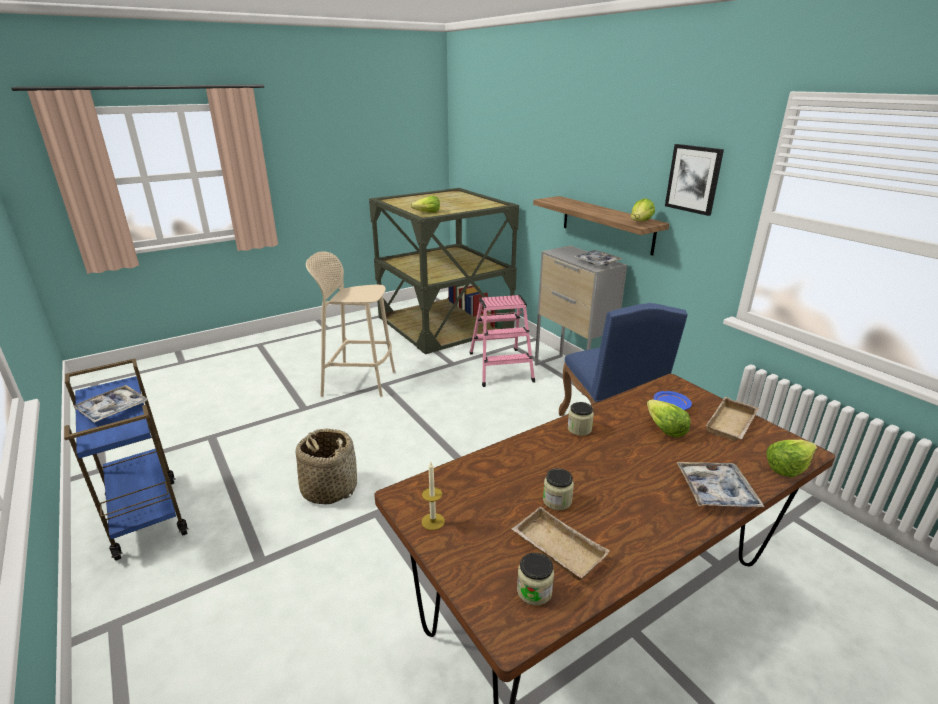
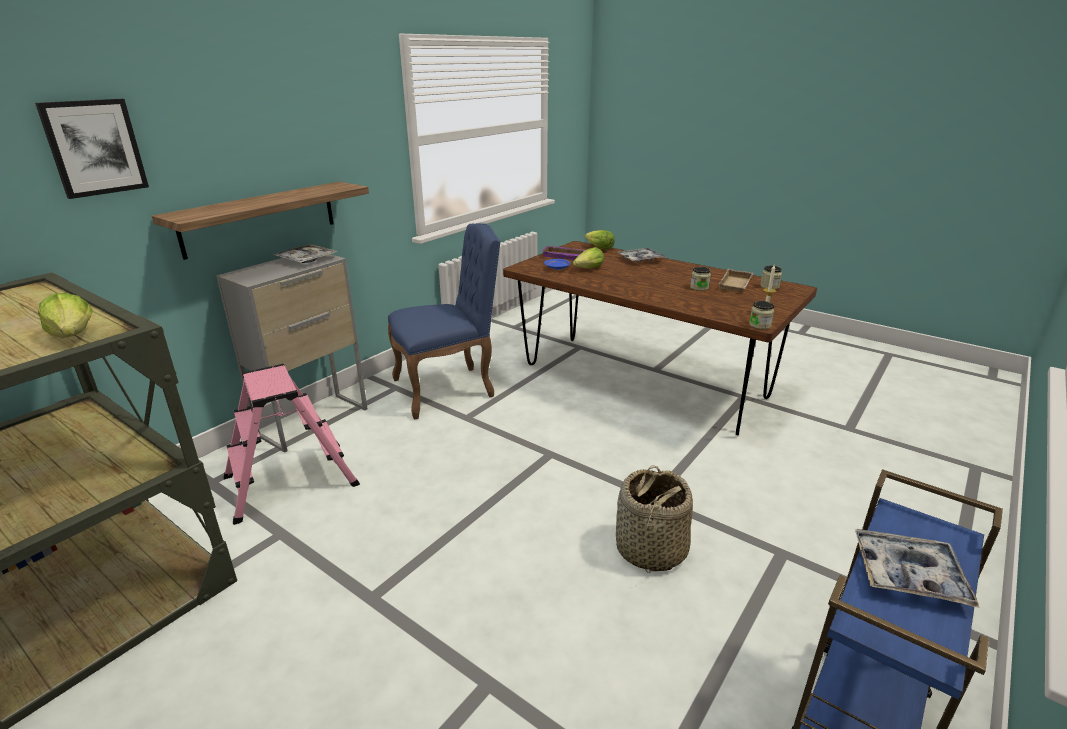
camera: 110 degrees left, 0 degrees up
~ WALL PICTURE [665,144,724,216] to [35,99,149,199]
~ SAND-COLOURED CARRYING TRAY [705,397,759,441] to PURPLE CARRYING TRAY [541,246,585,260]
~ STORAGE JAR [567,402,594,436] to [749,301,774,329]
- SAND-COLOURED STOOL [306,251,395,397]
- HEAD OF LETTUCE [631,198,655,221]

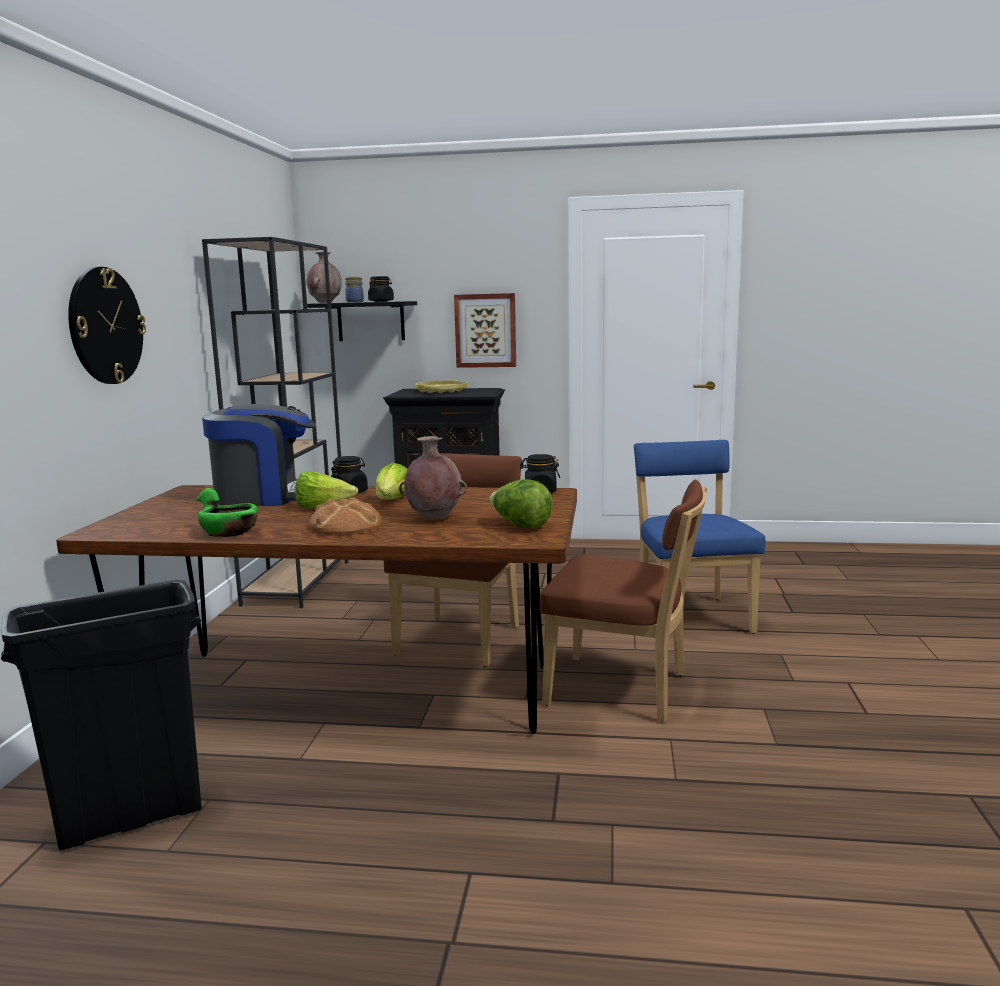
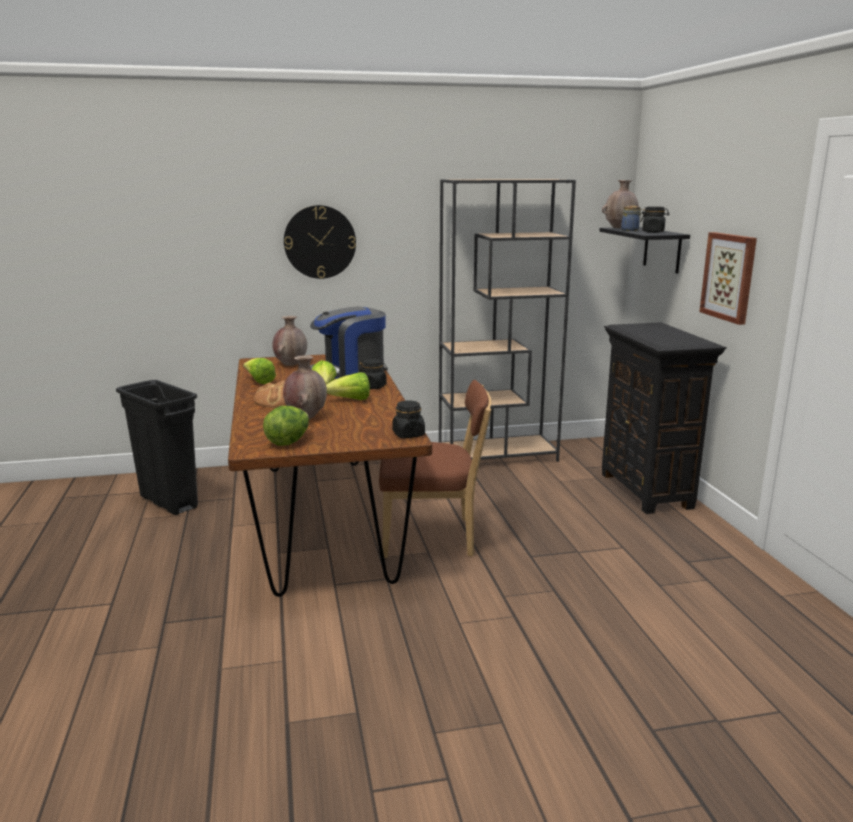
camera: 70 degrees right, 5 degrees up
~ GREEN BOWL [196,488,258,537] to HEAD OF LETTUCE [243,358,276,384]
+ BROWNISH DECORATIVE VASE [273,316,307,366]
~ COFFEE MACHINE [202,404,316,506] = [310,306,386,379] 90 degrees clockwise
- YELLOW-COLOURED CARRYING TRAY [415,380,467,393]
- BROWNISH CHAIR [539,480,707,723]
- BLUISH CHAIR [634,440,765,634]

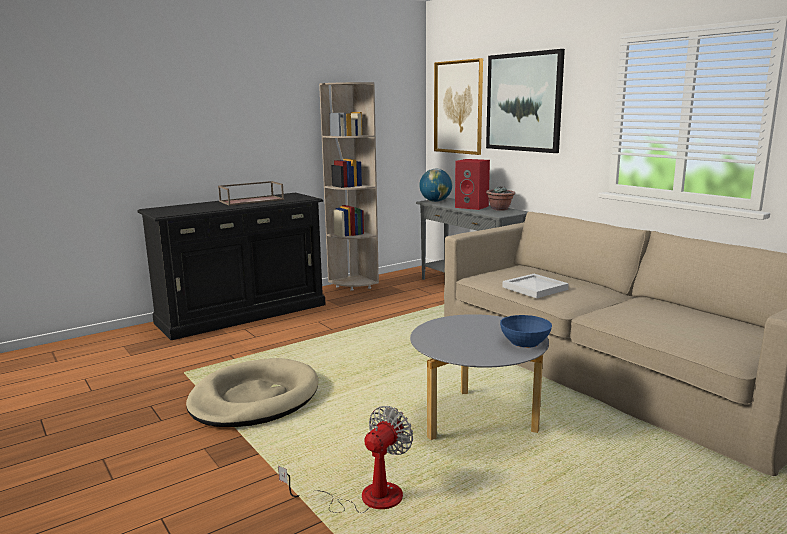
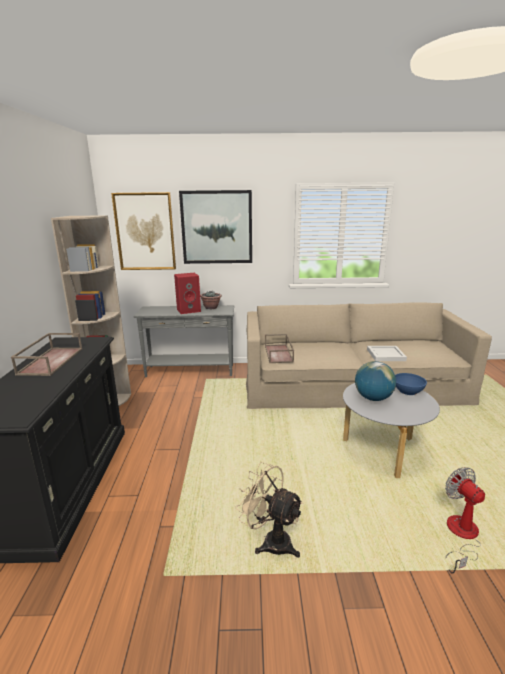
camera: 55 degrees left, 5 degrees up
~ SAND-COLOURED PET BED [186,358,318,427] to SAND-COLOURED FAN [235,462,303,558]
+ BROWNISH CARRYING TRAY [265,334,294,363]
~ GLOBE [419,169,452,202] to [355,361,396,401]
~ WHITE CARRYING TRAY [502,274,569,298] to [367,346,407,361]

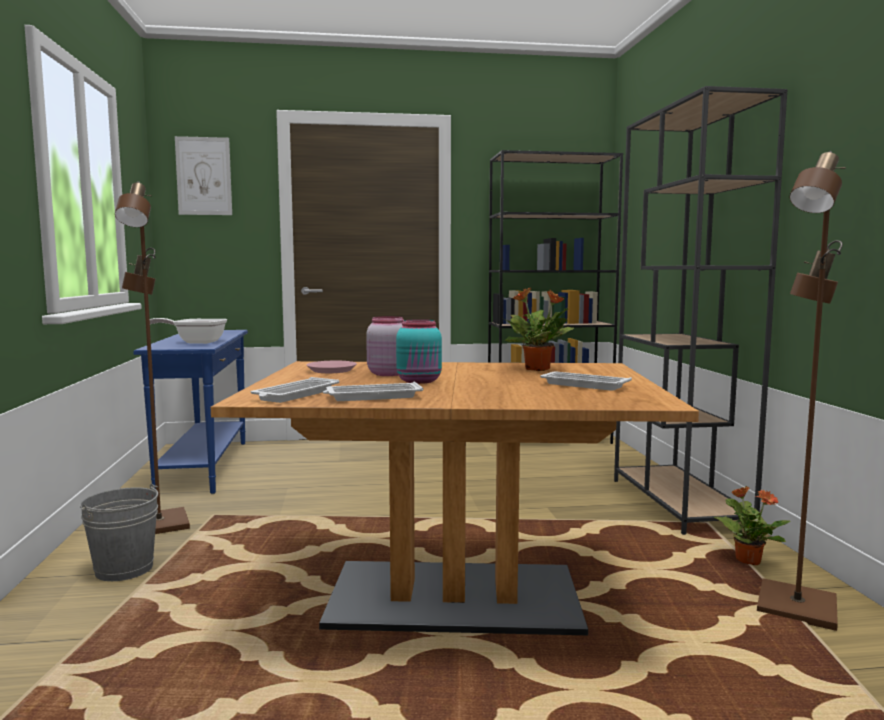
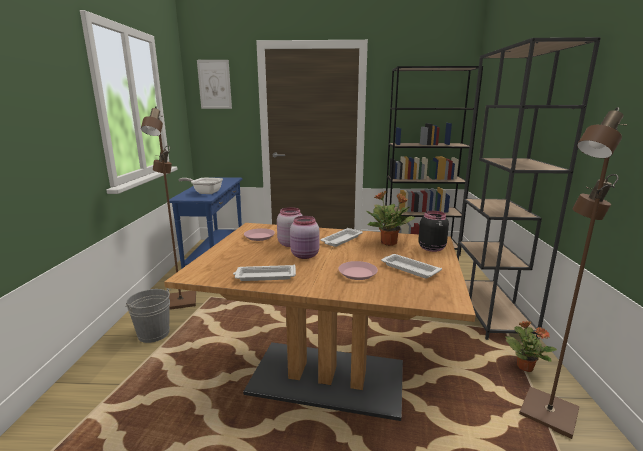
camera: 10 degrees right, 10 degrees up
~ TURQUOISE STORAGE JAR [396,319,442,384] to PINKISH STORAGE JAR [290,216,319,259]
~ WHITE CARRYING TRAY [250,377,339,403] to [320,228,363,247]
+ PINKISH DINNER PLATE [338,261,378,280]
+ BLACK-COLOURED STORAGE JAR [418,211,449,252]

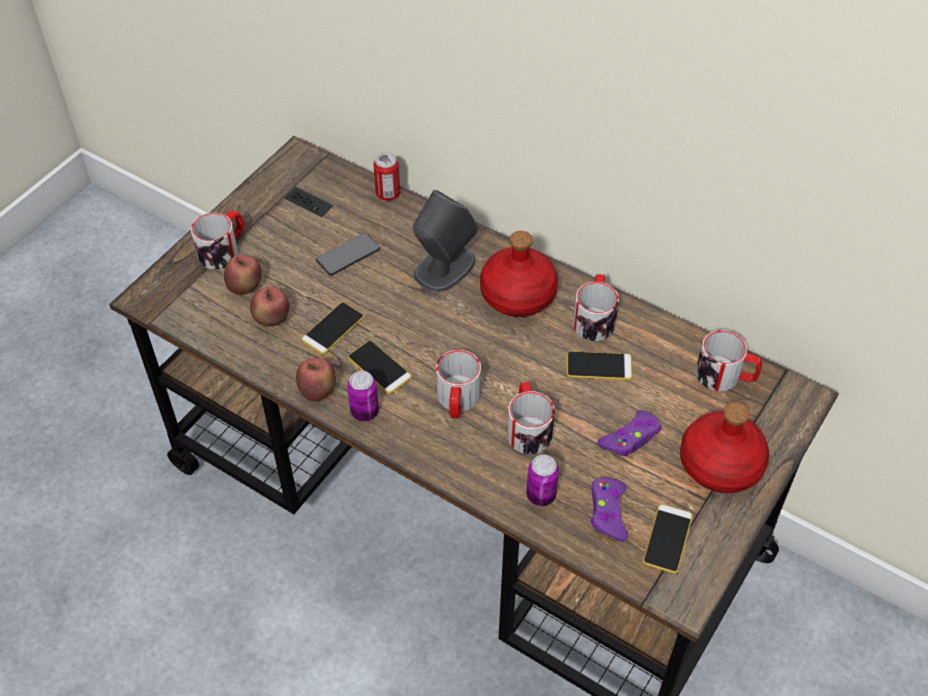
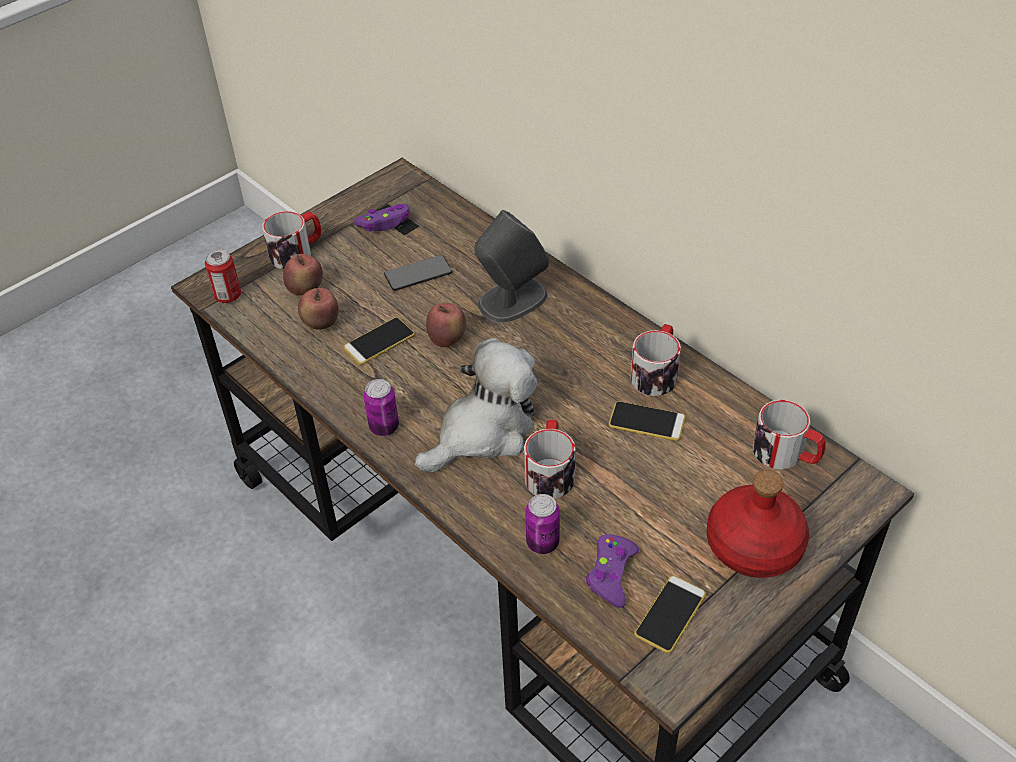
camera: 15 degrees right, 5 degrees down
~ CAN [373,153,400,201] to [205,249,241,303]
~ PURPLE GAME CONTROLLER [597,410,661,456] to [353,204,410,232]
~ TEA MUG [436,350,481,418] to CUDDLY TOY [415,338,537,472]
~ APPLE [296,358,336,402] to [426,303,466,347]
- TELEPHONE [348,340,412,394]
- RED DRINK BOTTLE [480,231,558,317]

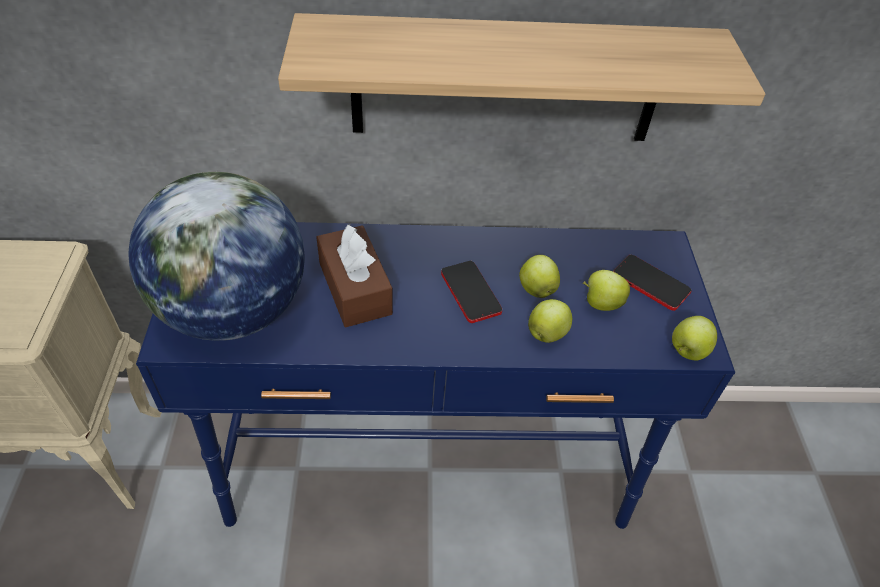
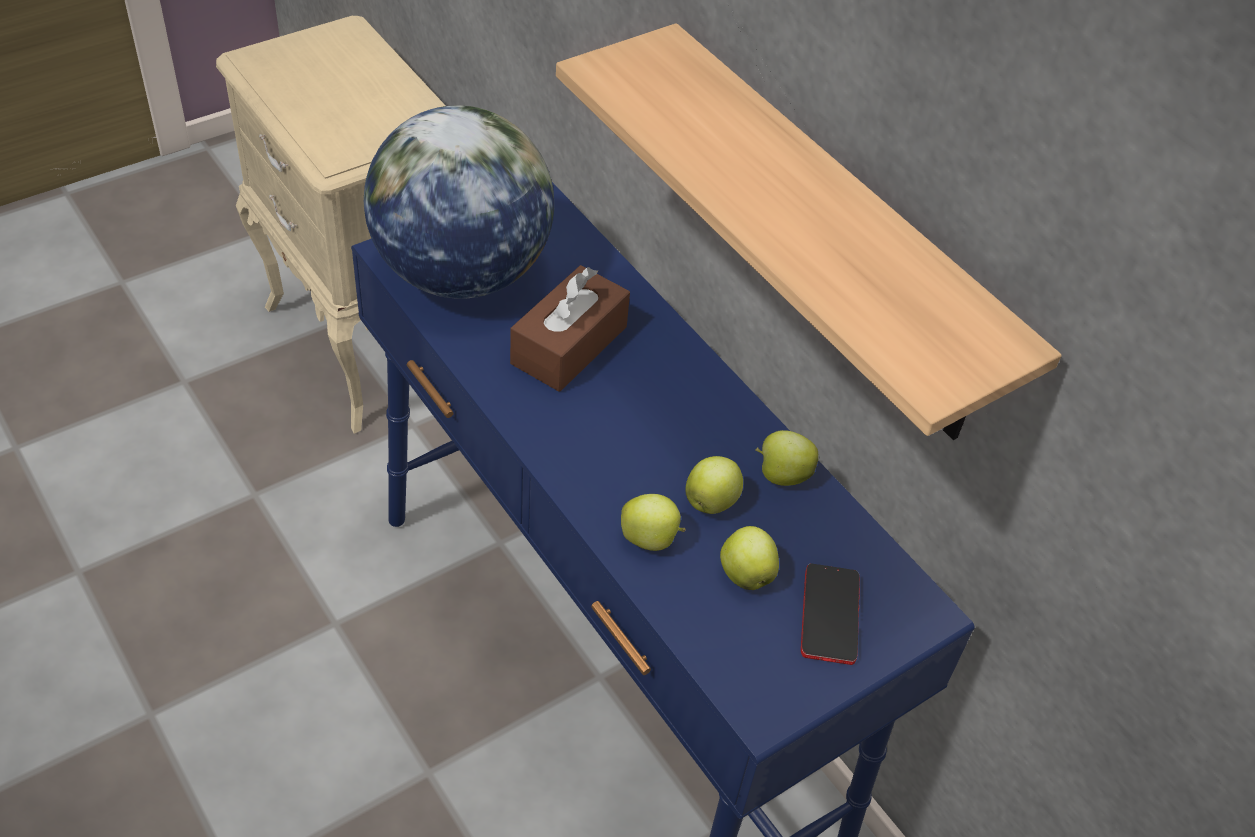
camera: 55 degrees right, 0 degrees up
~ APPLE [672,316,717,361] to [755,430,818,486]
- TELEPHONE [441,261,502,323]

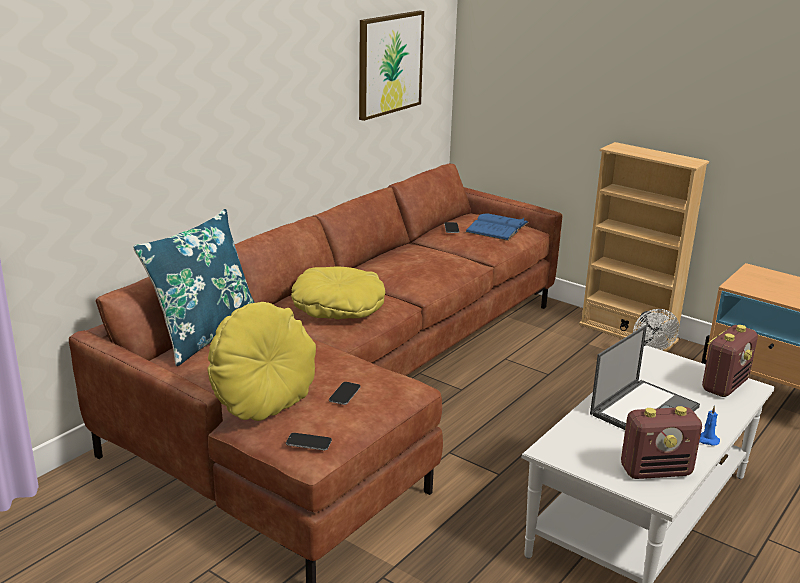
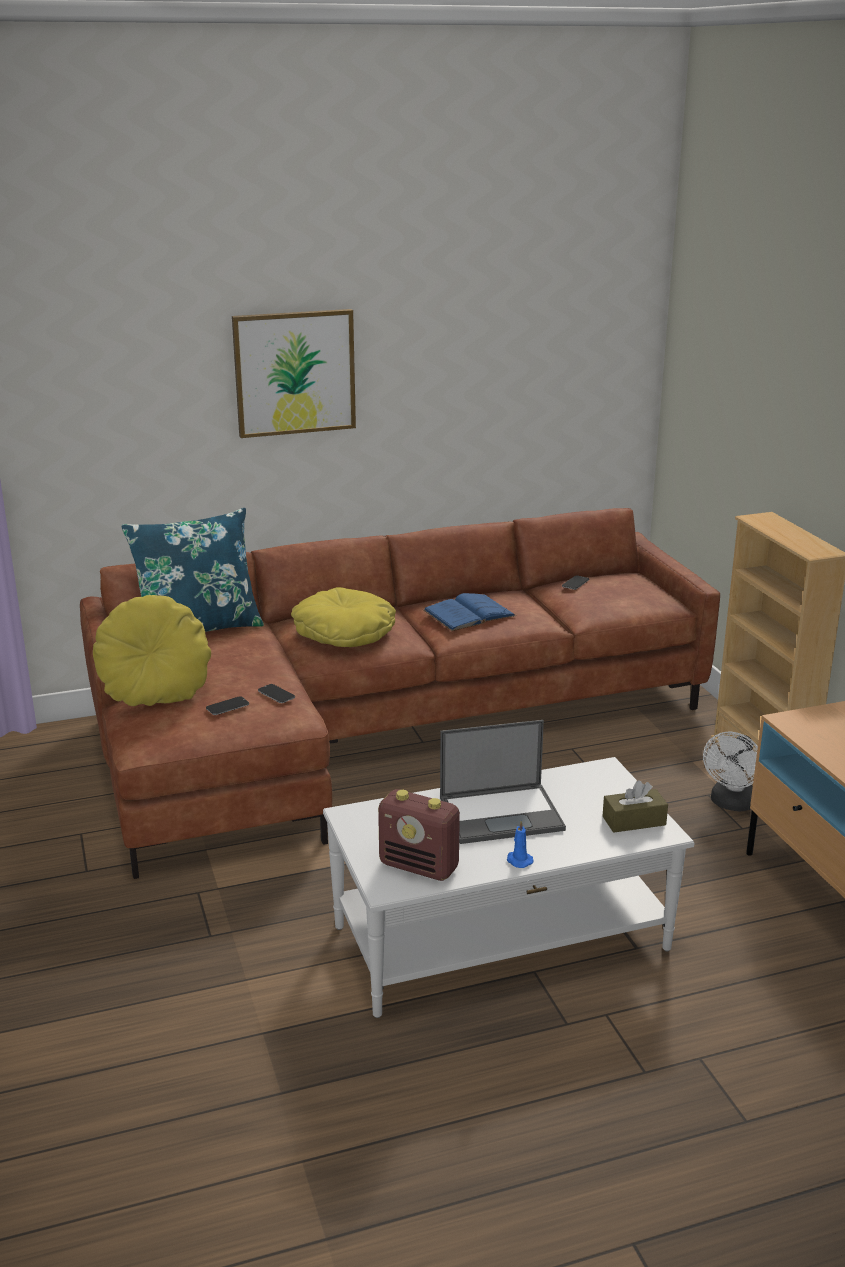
camera: 35 degrees right, 0 degrees up
~ WALL PICTURE [359,10,424,121] to [232,309,356,438]
~ TELEPHONE [286,433,332,450] to [258,684,295,703]
~ BLUISH VOLUME [466,213,529,241] to [423,593,516,631]
~ RADIO RECEIVER [702,325,758,397] to BROWNISH TISSUE HOLDER [602,780,668,833]

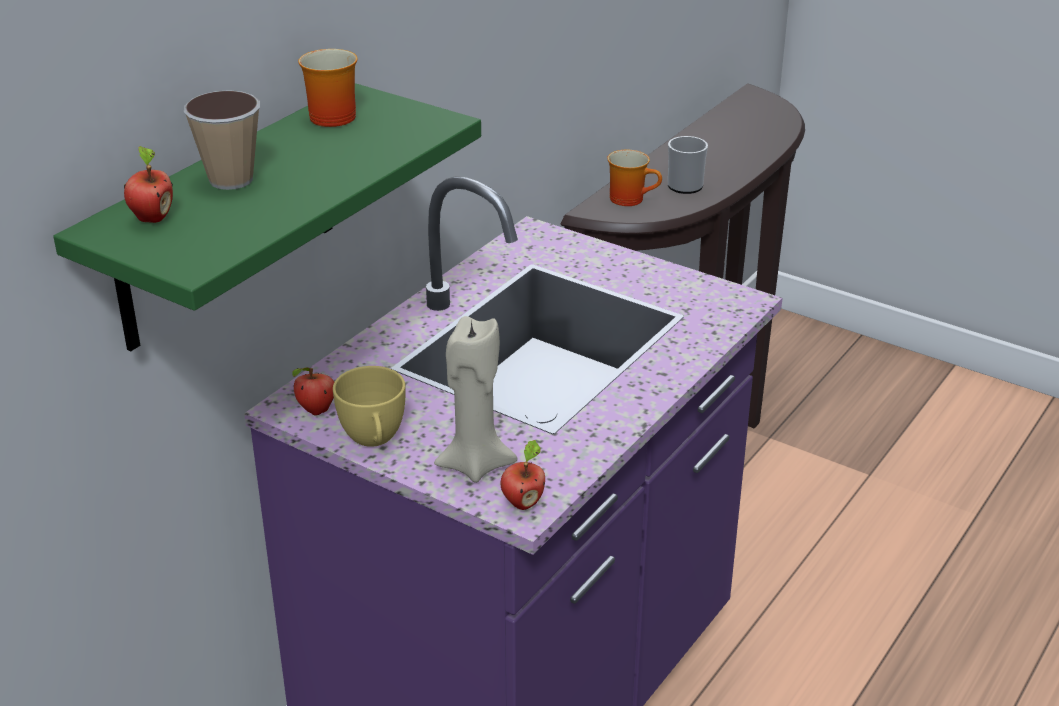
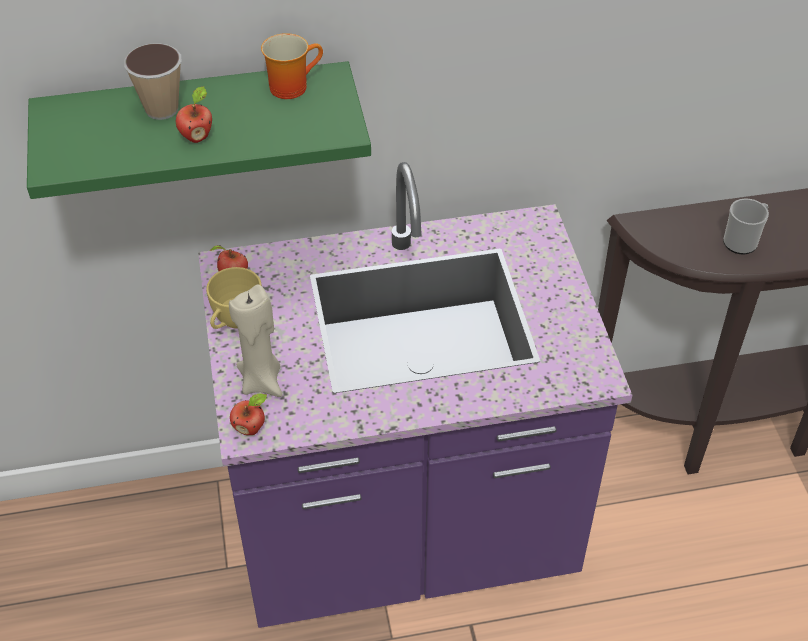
camera: 45 degrees right, 15 degrees up
~ APPLE [124,146,173,223] to [176,86,212,143]
- TEA MUG [607,150,662,206]

